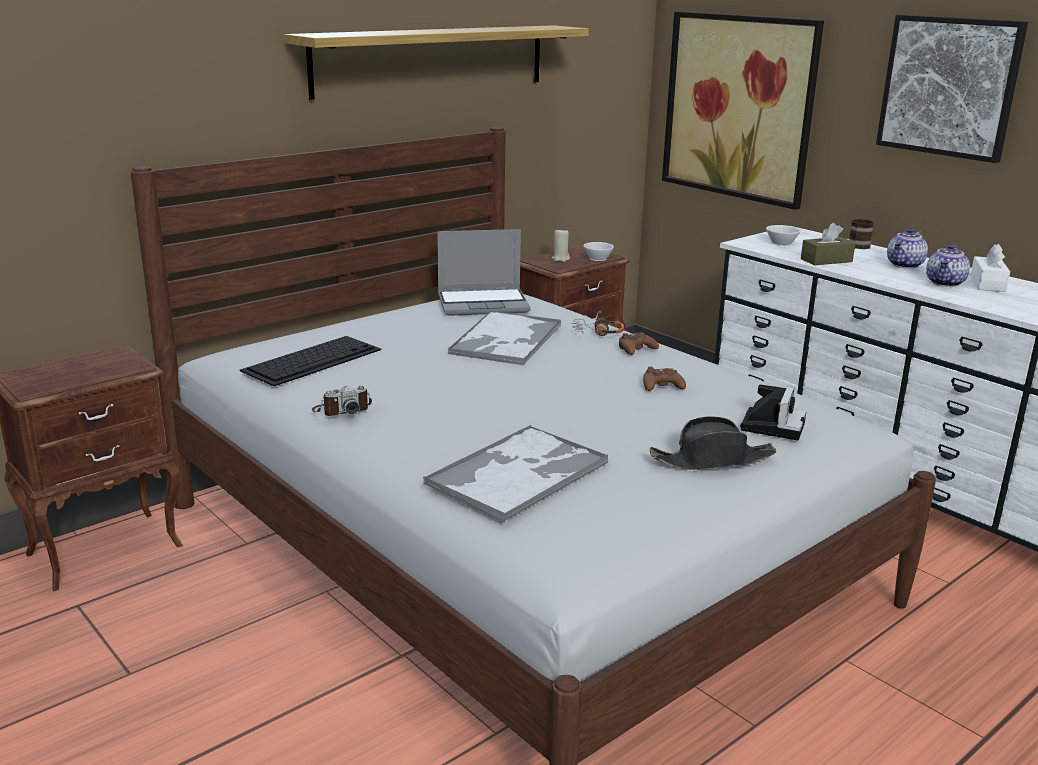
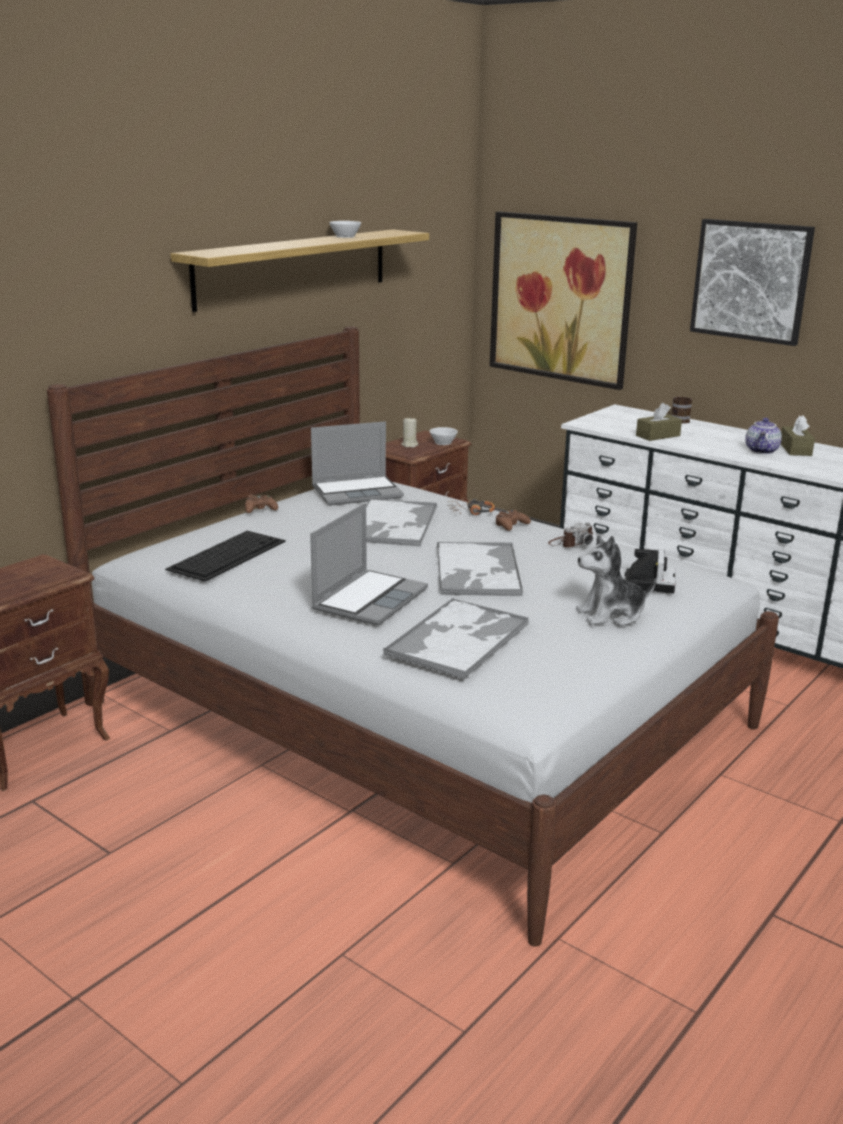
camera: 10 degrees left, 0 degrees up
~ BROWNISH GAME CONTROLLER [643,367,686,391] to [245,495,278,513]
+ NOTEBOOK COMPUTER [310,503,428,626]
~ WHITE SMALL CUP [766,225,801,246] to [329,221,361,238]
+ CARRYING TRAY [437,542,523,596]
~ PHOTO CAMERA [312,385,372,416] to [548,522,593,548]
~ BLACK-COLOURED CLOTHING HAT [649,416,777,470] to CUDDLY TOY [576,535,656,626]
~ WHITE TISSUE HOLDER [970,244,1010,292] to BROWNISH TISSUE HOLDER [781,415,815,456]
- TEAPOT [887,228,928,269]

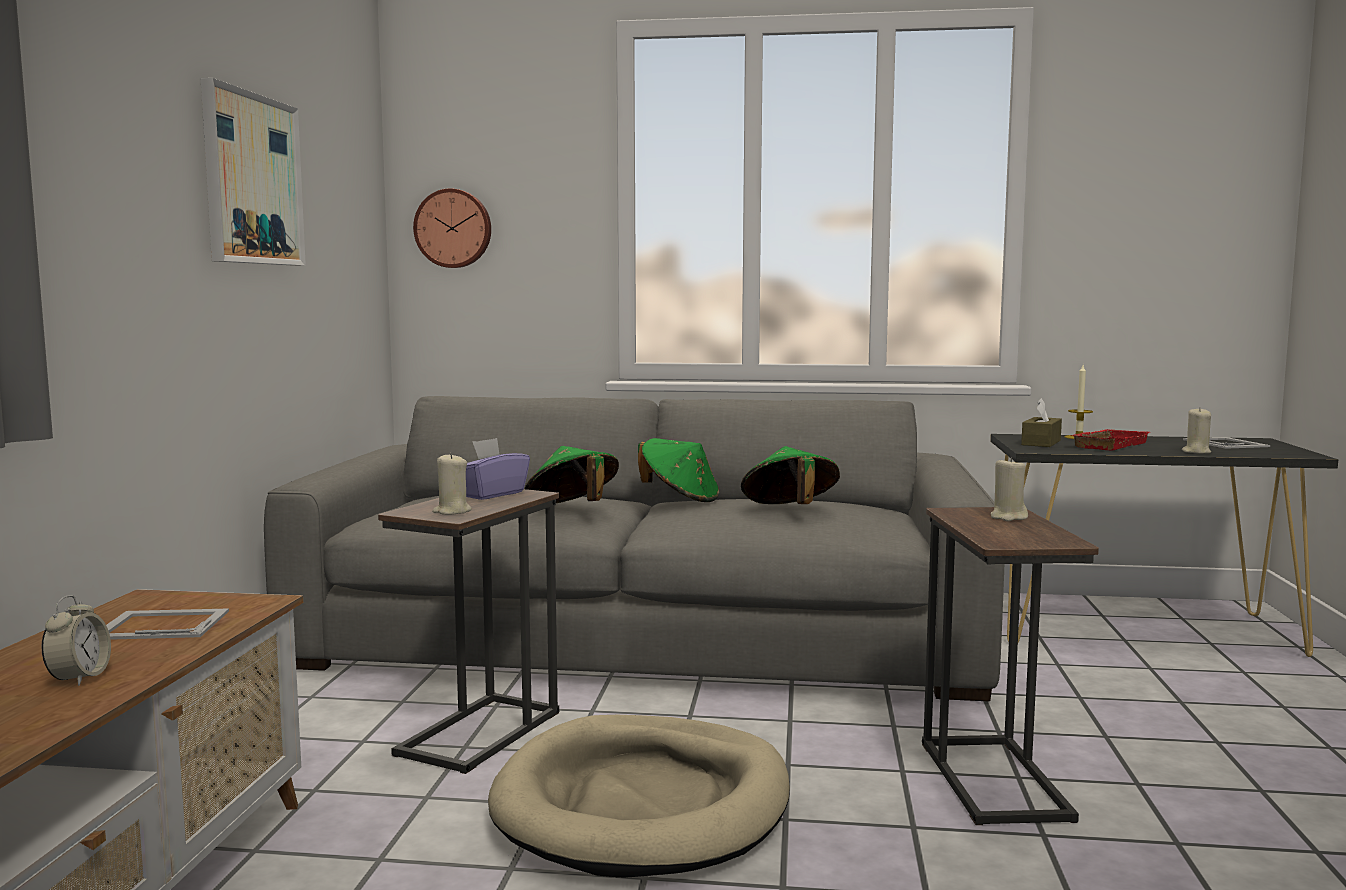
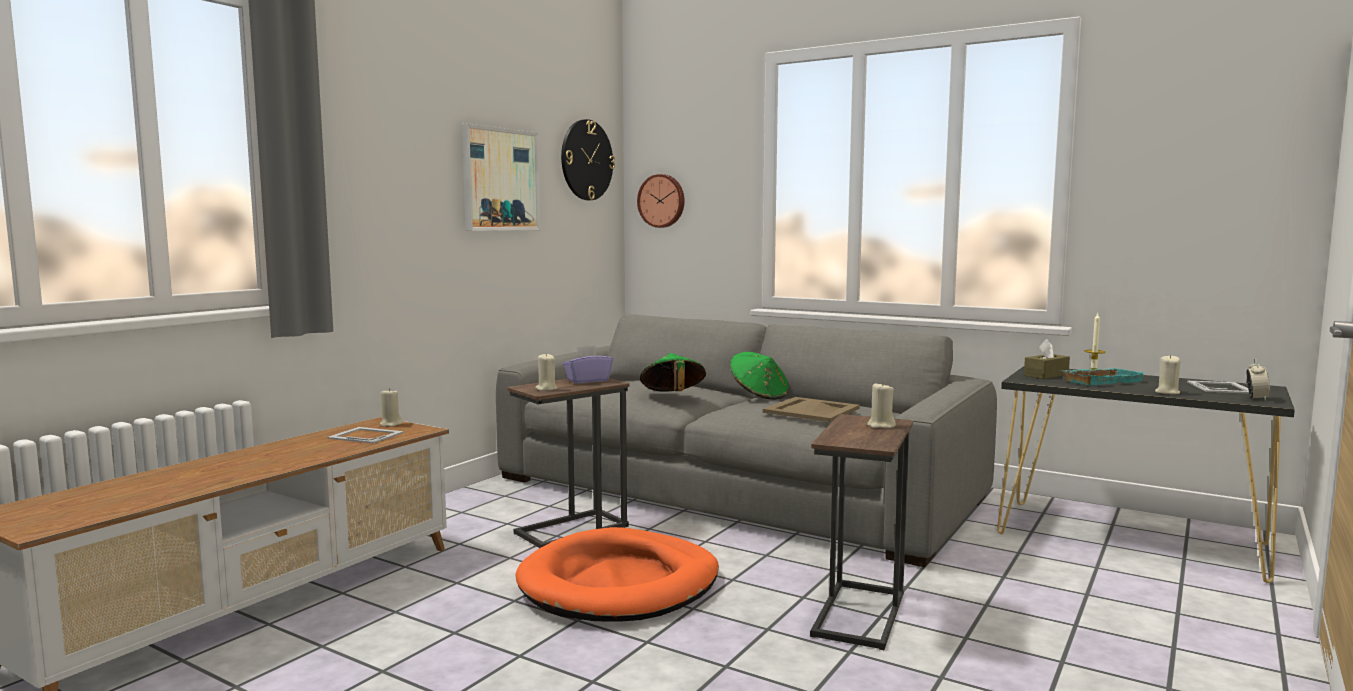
camera: 25 degrees right, 0 degrees up
+ SAND-COLOURED WAX LIGHT [380,388,403,427]
~ SAND-COLOURED PET BED [488,715,790,878] to ORANGE PET BED [515,527,719,622]
+ CLOCK ON THE WALL [561,119,615,200]
~ GREEN CLOTHING HAT [741,446,840,504] to SAND-COLOURED CARRYING TRAY [763,397,860,422]
~ RED CARRYING TRAY [1072,429,1150,450] to TURQUOISE CARRYING TRAY [1061,368,1145,386]
~ ALARM CLOCK [41,595,111,686] to [1246,359,1270,401]

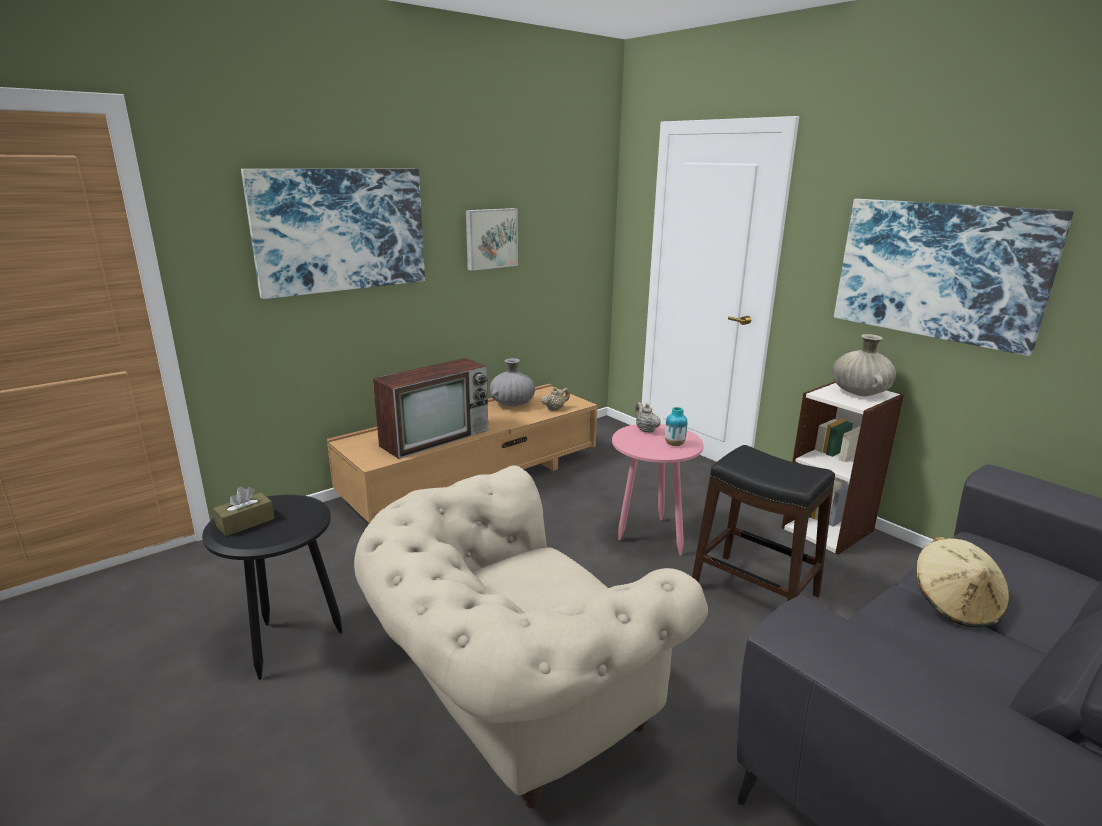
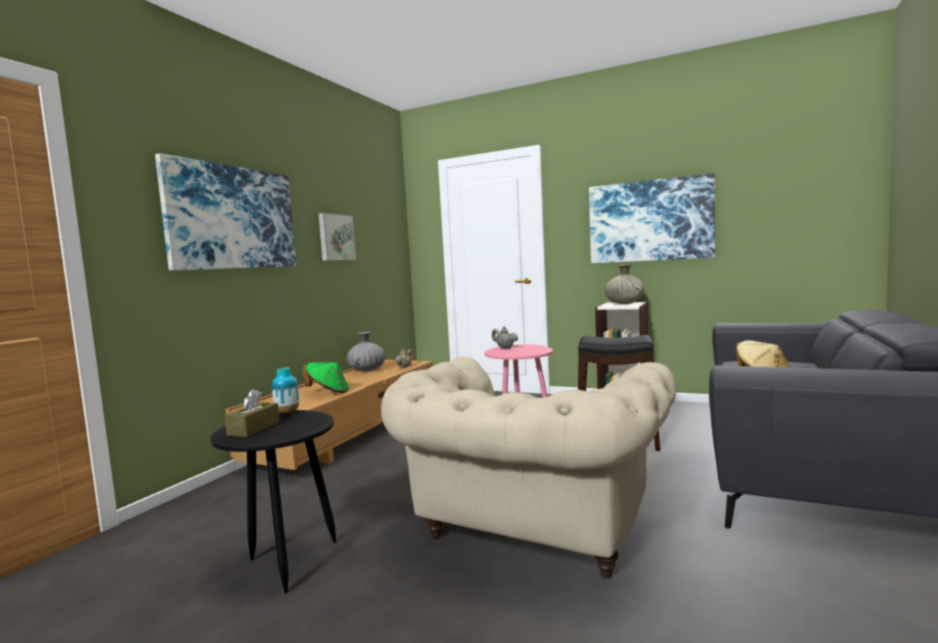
camera: 25 degrees left, 15 degrees down
~ DECORATIVE VASE [665,407,687,446] to [272,367,299,413]
~ TV SET [373,358,488,459] to GREEN CLOTHING HAT [303,362,349,393]

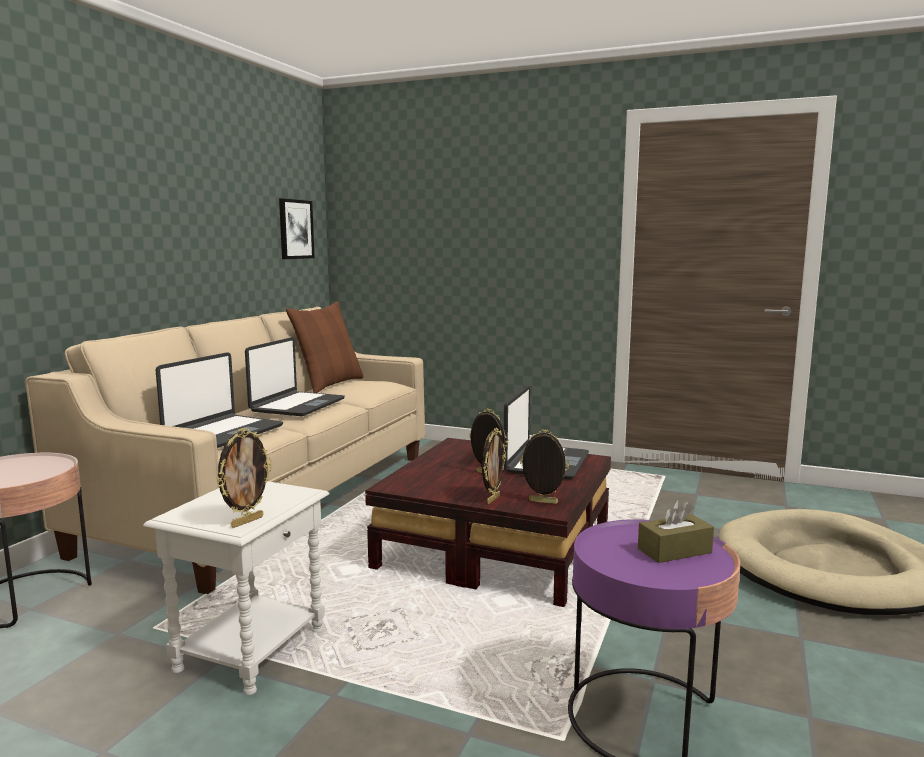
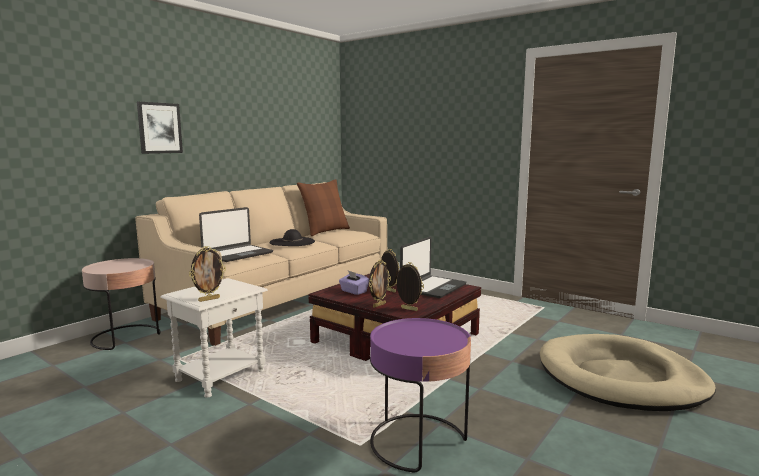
camera: 15 degrees right, 0 degrees up
~ WALL PICTURE [279,198,315,259] to [137,101,183,154]
~ NOTEBOOK COMPUTER [245,337,345,416] to BLACK-COLOURED CLOTHING HAT [270,229,315,246]
+ PURPLE TISSUE HOLDER [339,271,369,295]
- BROWNISH TISSUE HOLDER [638,499,714,563]

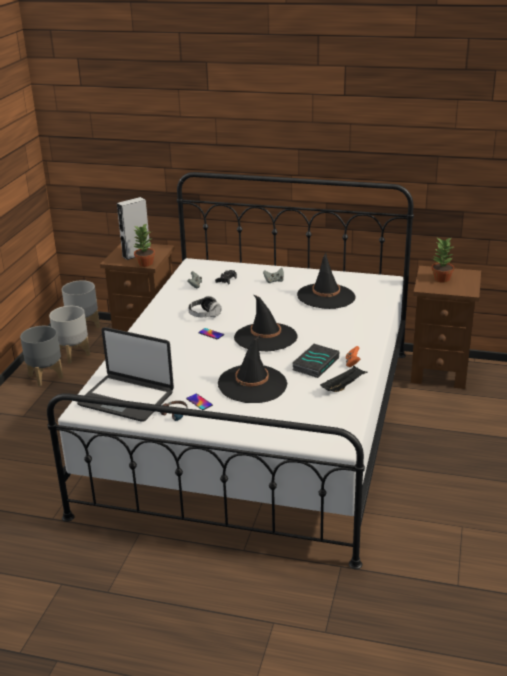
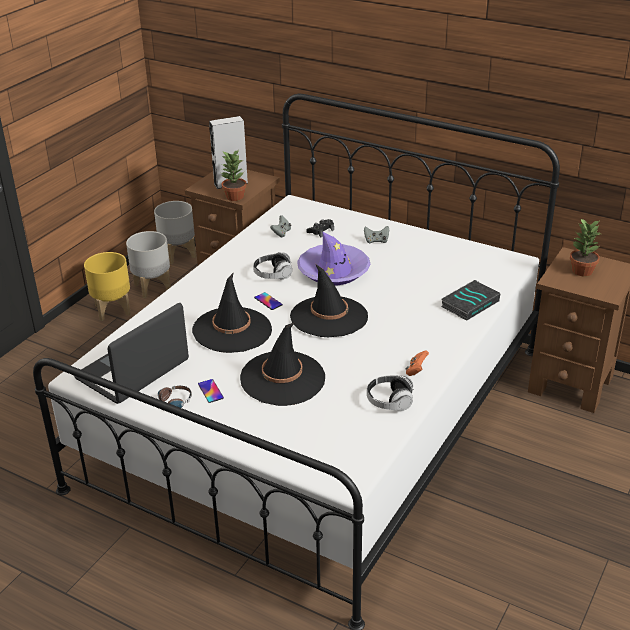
camera: 15 degrees right, 5 degrees up
~ NOTEBOOK COMPUTER [77,327,174,422] = [74,303,189,404] 90 degrees clockwise
~ GRAY FLOWER POT [20,326,63,386] to YELLOW-COLOURED FLOWER POT [84,252,131,321]
~ BLACK-COLOURED CLOTHING HAT [297,253,356,309] to [192,272,272,353]
+ PURPLE CLOTHING HAT [297,232,370,286]
~ BLACK-COLOURED CARRYING TRAY [320,366,368,392] to PAIR OF HEADPHONES [367,376,414,411]
~ VOLUME [292,344,340,378] to [441,280,501,321]

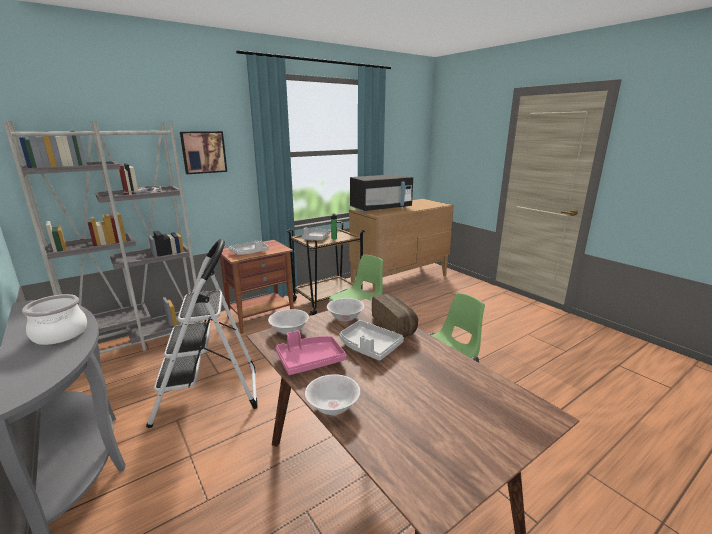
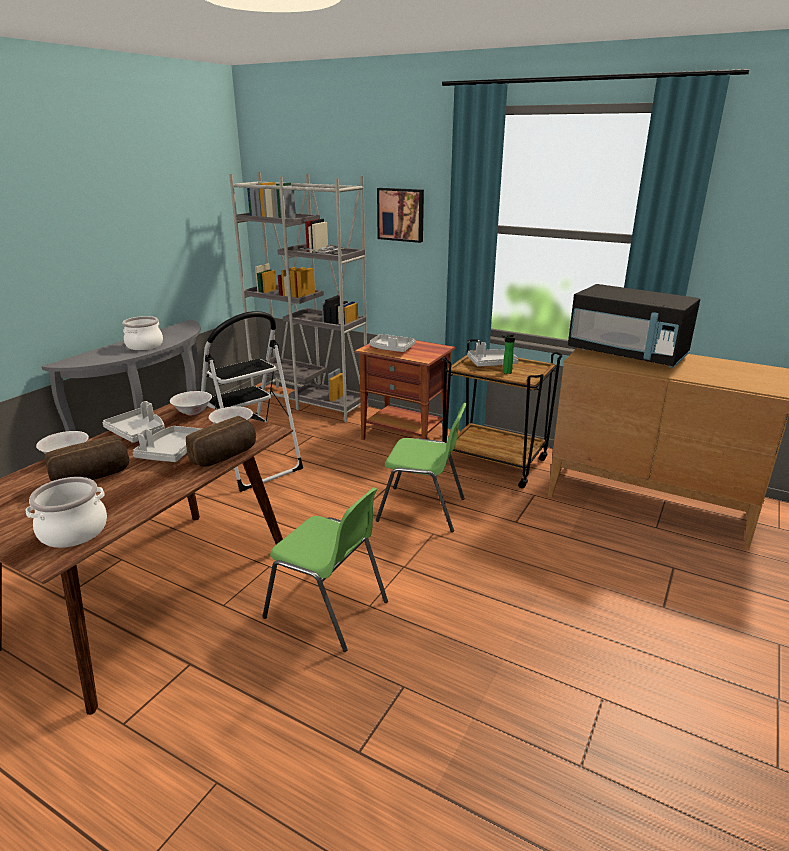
camera: 65 degrees right, 5 degrees up
+ COOKING POT [26,477,107,548]
+ BREAD [45,435,129,481]
~ PINKISH CARRYING TRAY [276,330,347,375] to GRAY CARRYING TRAY [102,401,165,443]

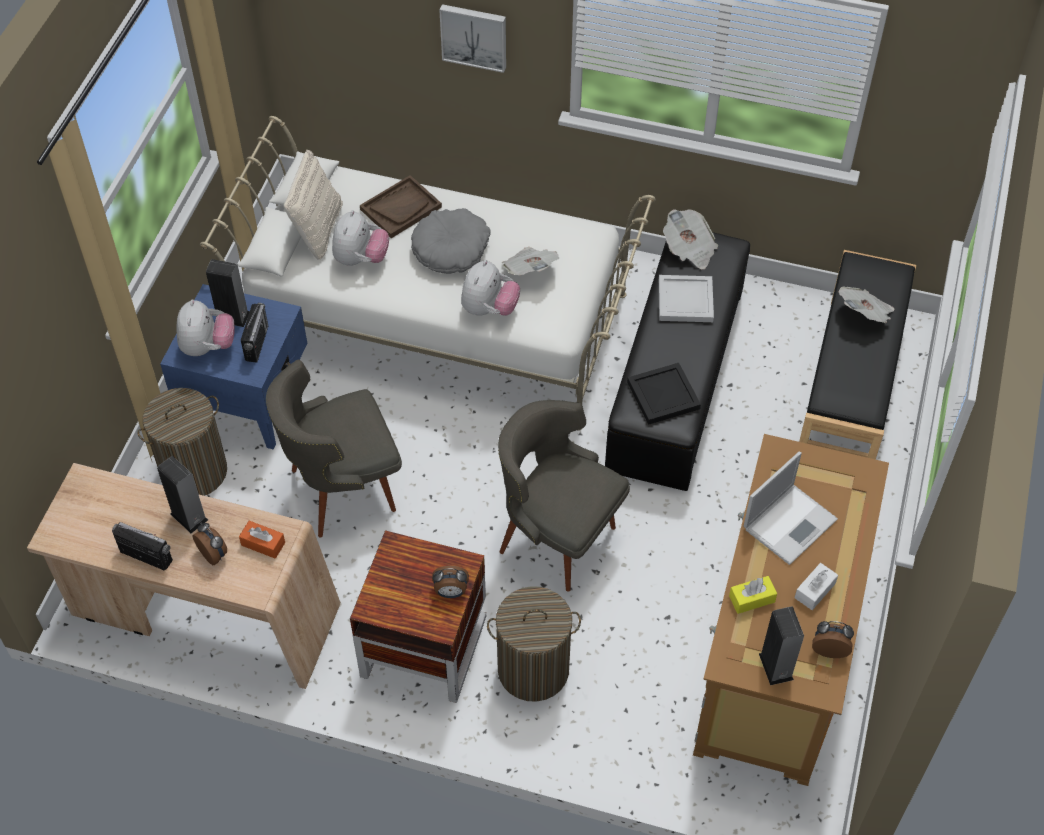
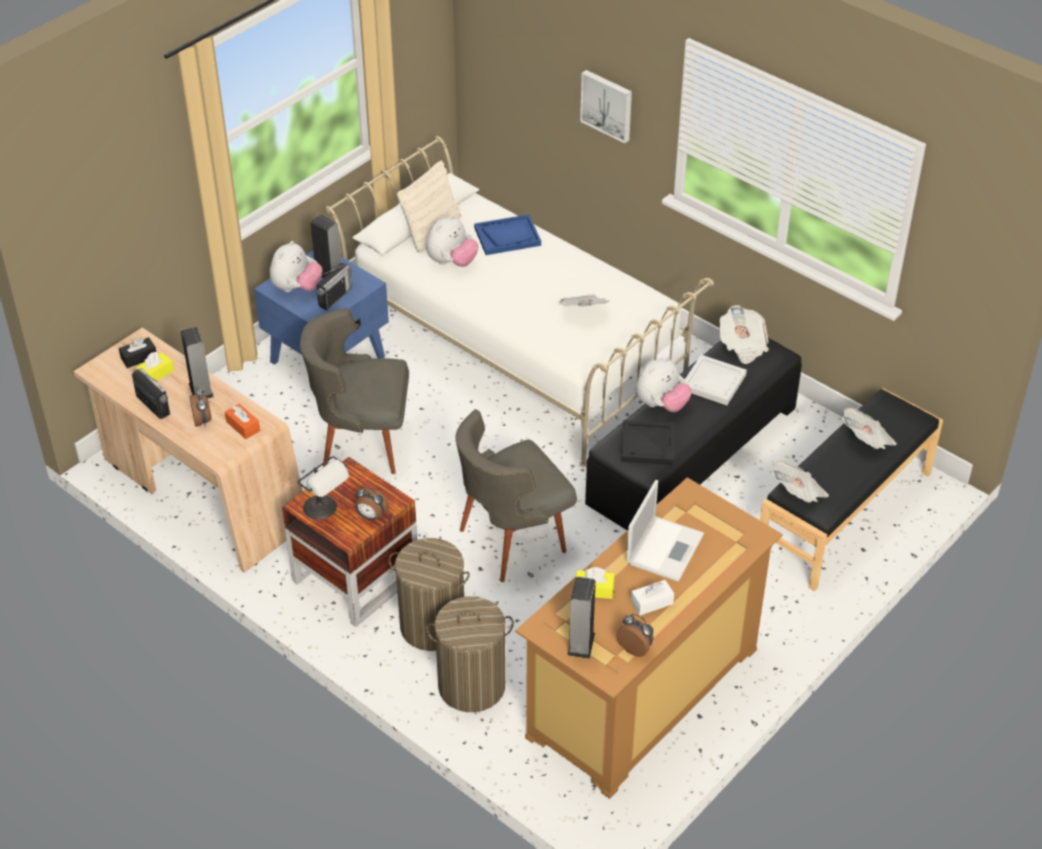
camera: 25 degrees right, 10 degrees down
+ BLACK-COLOURED TISSUE HOLDER [119,337,156,368]
+ YELLOW-COLOURED TISSUE HOLDER [136,352,174,381]
+ LAMP FOR A TABLE [298,456,349,520]
~ HAMPER [137,388,227,496] to [426,596,514,712]
~ GRAY CHAIR [498,400,630,592] = [455,409,577,582] 90 degrees counterclockwise
~ BROWNISH CARRYING TRAY [360,175,442,238] to BLUISH CARRYING TRAY [474,214,541,255]
~ NOTEBOOK COMPUTER [744,452,838,565] = [626,480,704,582] 45 degrees counterclockwise
~ CUDDLY TOY [461,260,520,316] to [636,357,692,412]
+ PRINTED PAPER [771,460,829,503]
- GRAY PILLOW [411,208,491,274]

